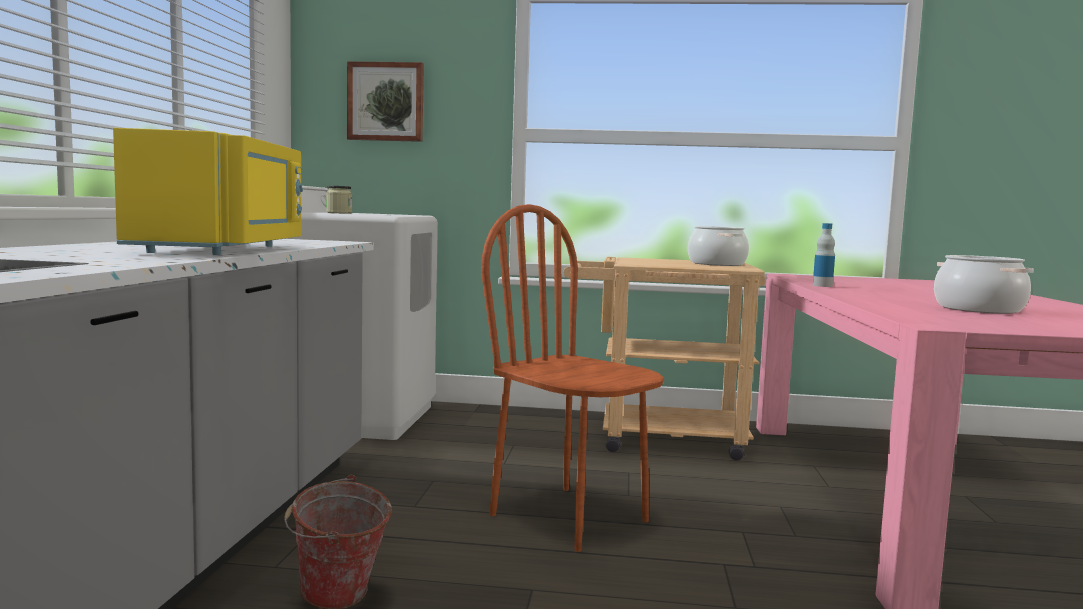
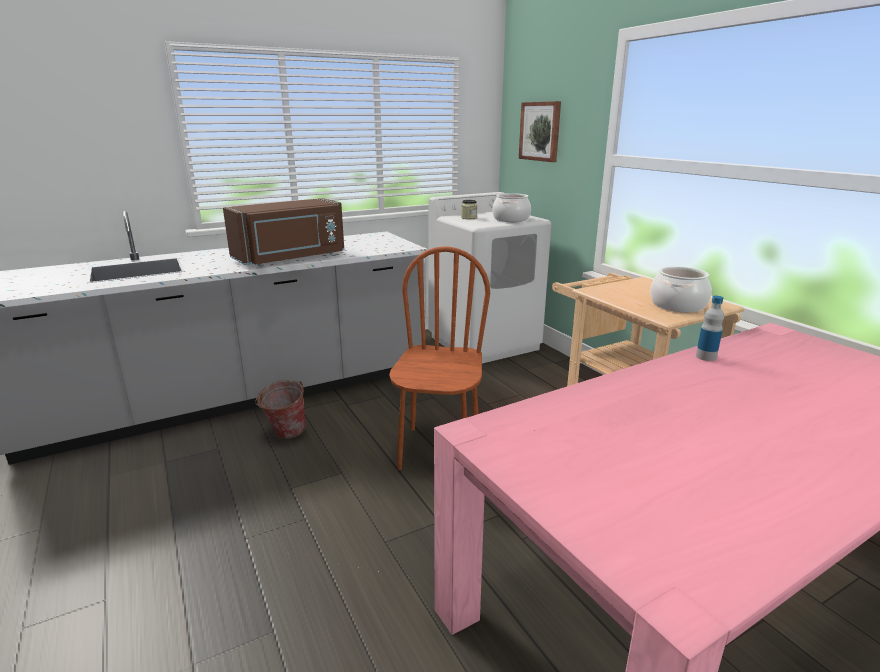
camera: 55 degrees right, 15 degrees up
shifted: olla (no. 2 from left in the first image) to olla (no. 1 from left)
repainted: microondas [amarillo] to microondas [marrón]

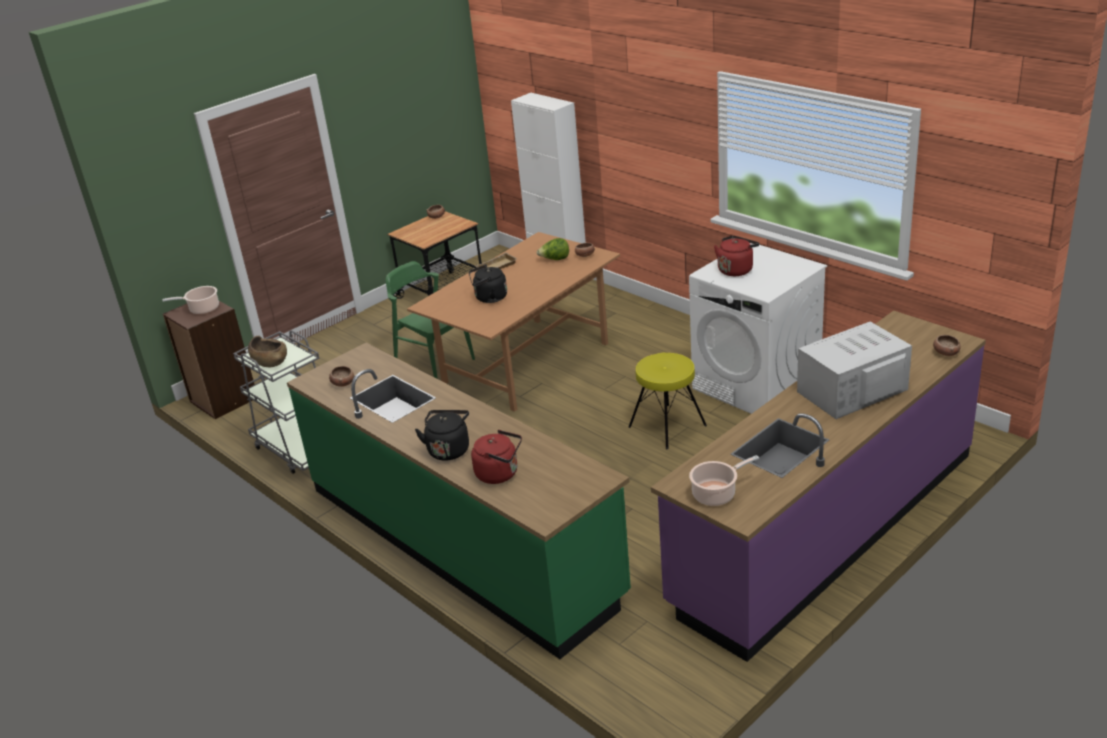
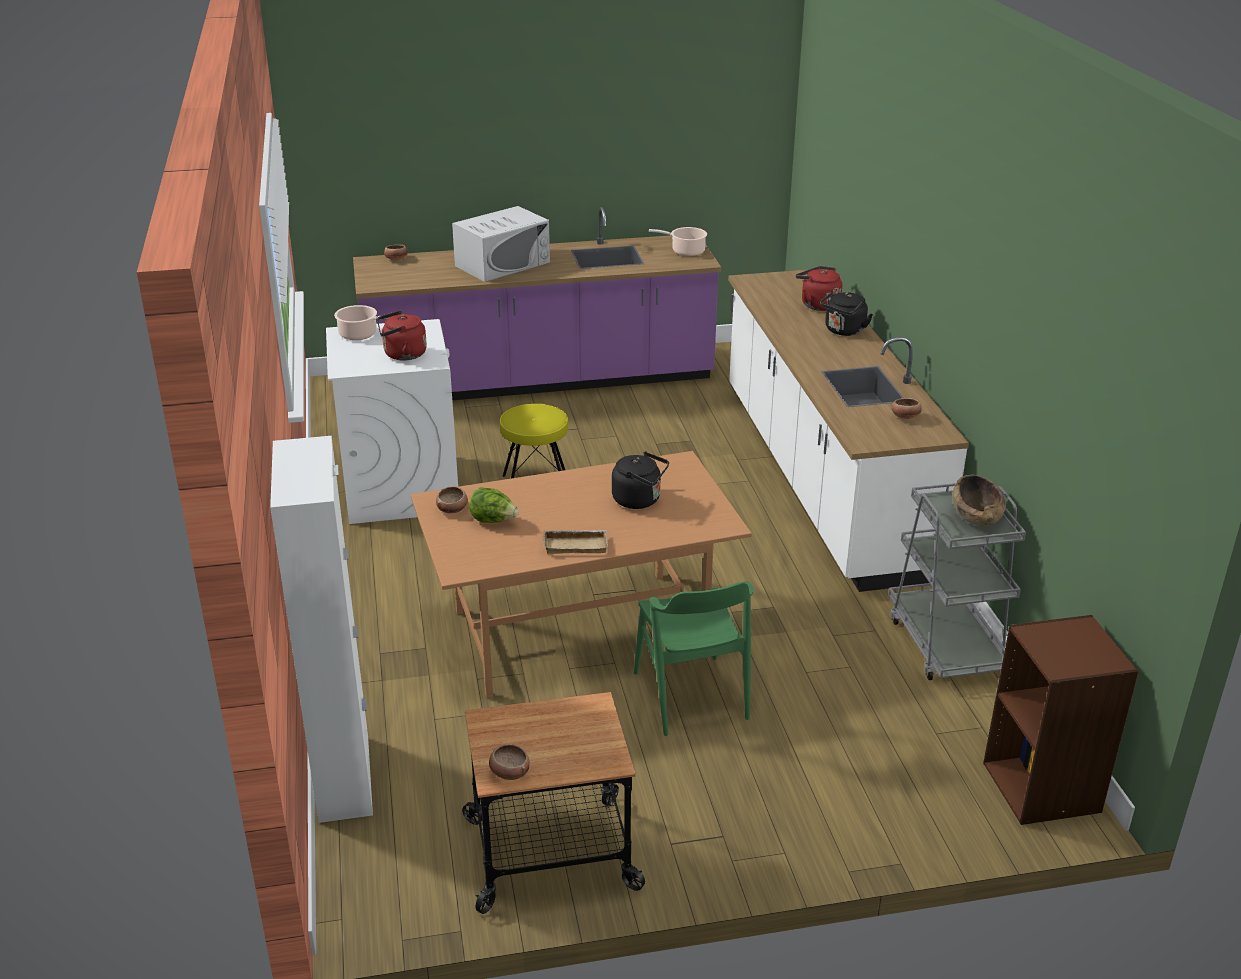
camera: 150 degrees left, 0 degrees up
shifted: olla (no. 1 from left)
repainted: mueble bajo de cocina [verde] to mueble bajo de cocina [blanco]
rotated: microondas [blanco] 45 degrees counterclockwise

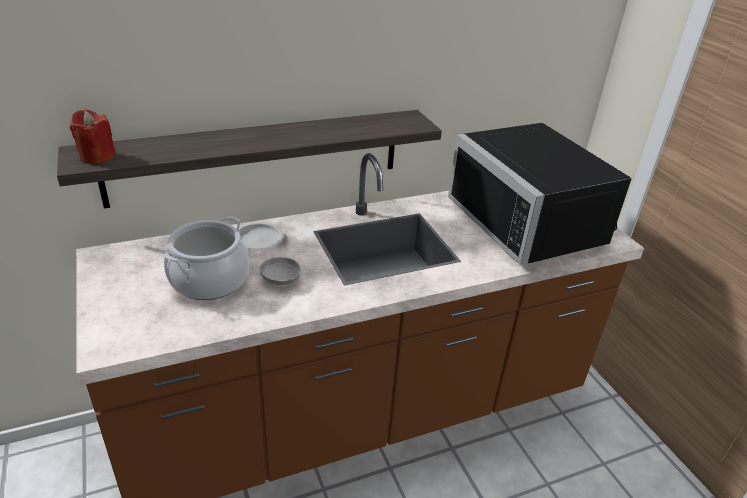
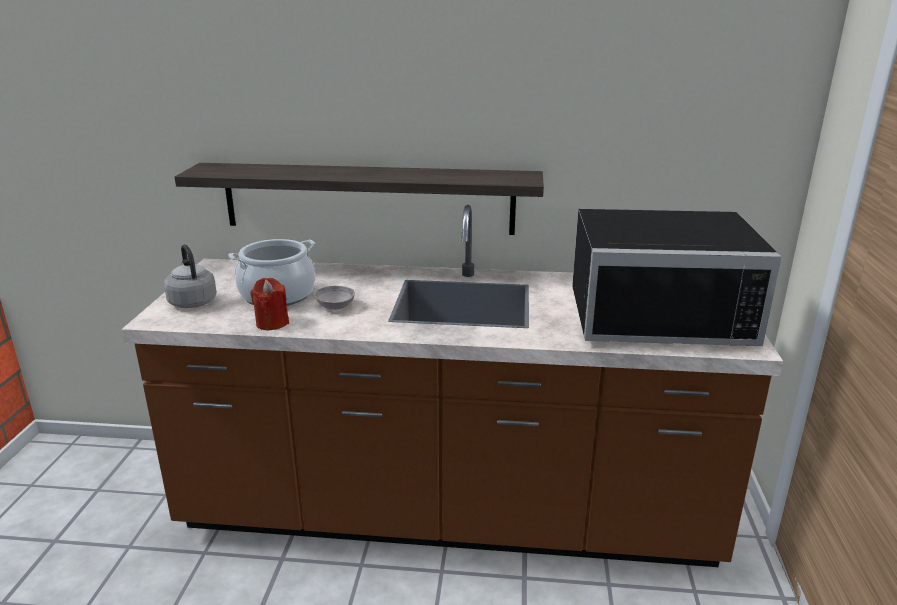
camera: 30 degrees right, 10 degrees down
gone: plato [blanco]
new: hervidor [gris]
shifted: vela [rojo]
rotated: microondas [negro] 90 degrees counterclockwise

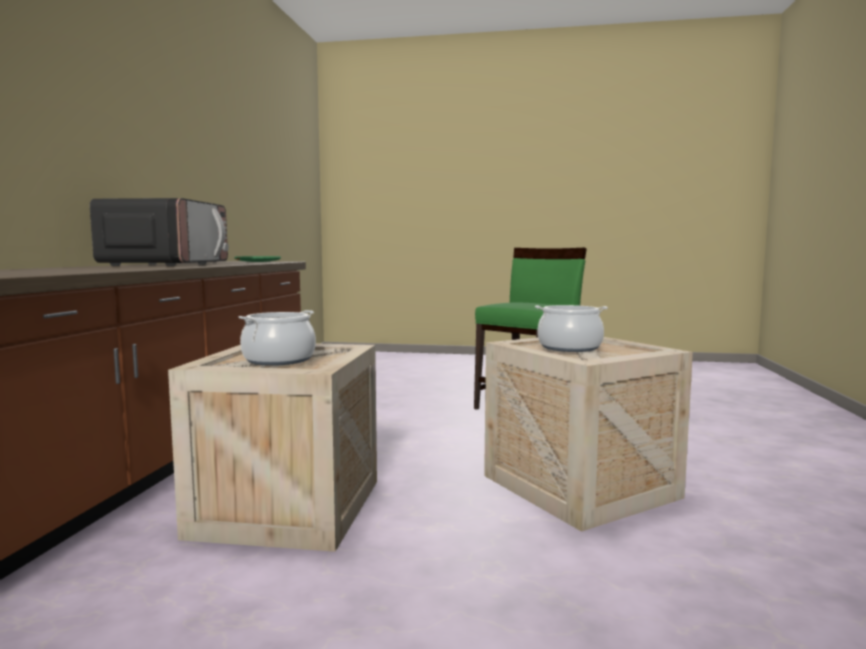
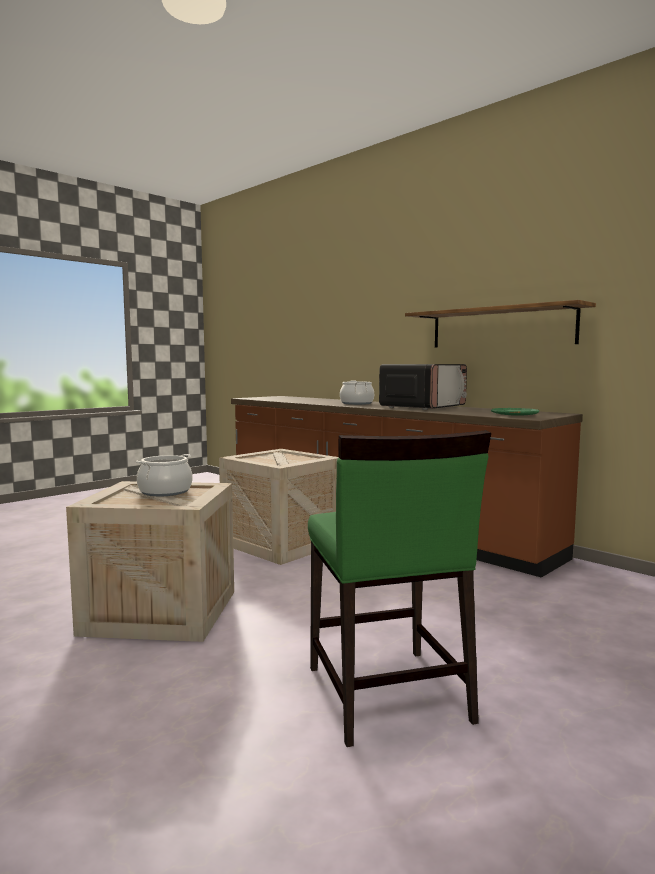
camera: 125 degrees right, 0 degrees up
new: estante
shifted: olla (no. 1 from left in the first image) to olla (no. 2 from left)
rotated: microondas 90 degrees counterclockwise

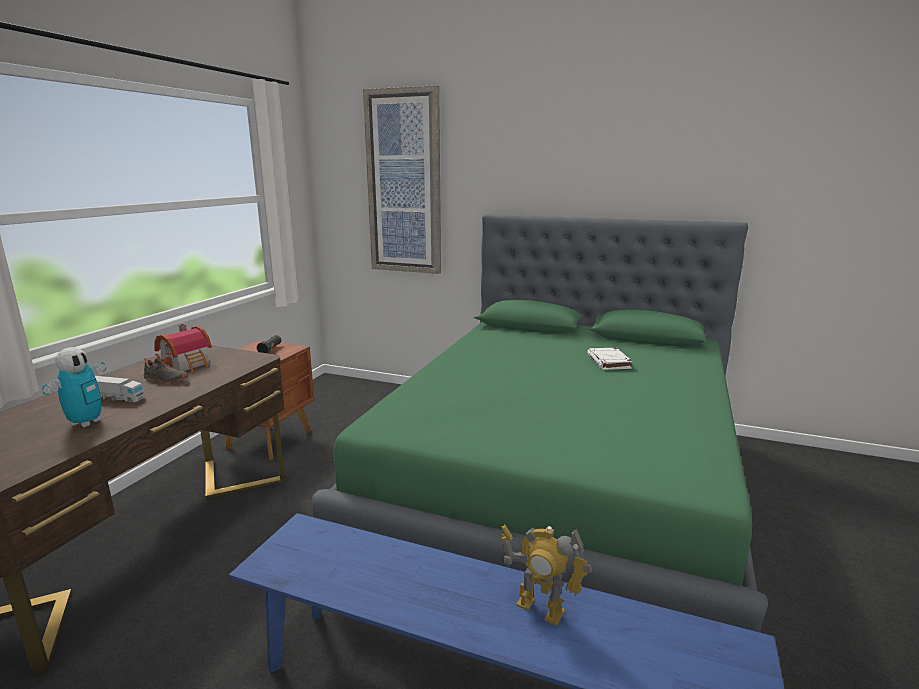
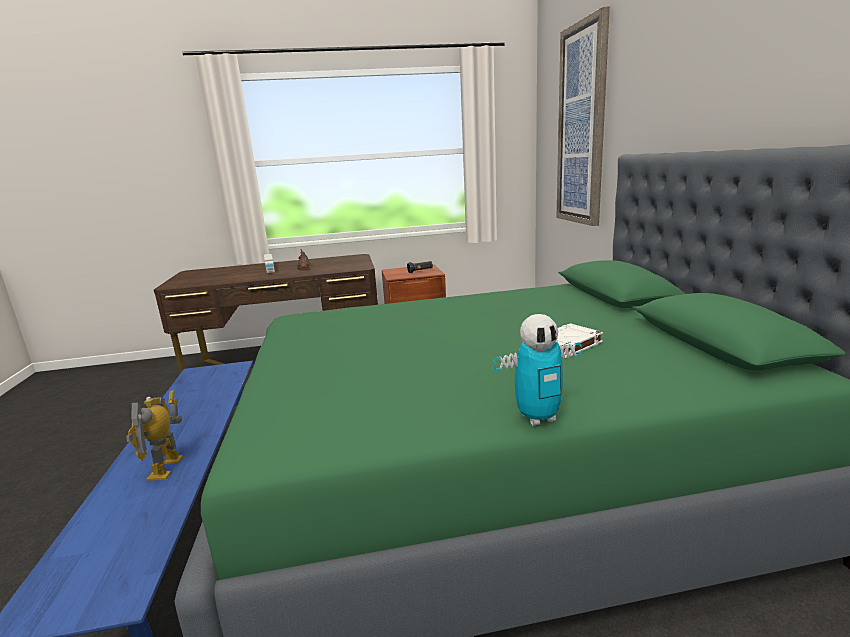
camera: 60 degrees right, 0 degrees up
gone: casita
shifted: robot de juguete (no. 1 from left in the first image) to robot de juguete (no. 2 from left)

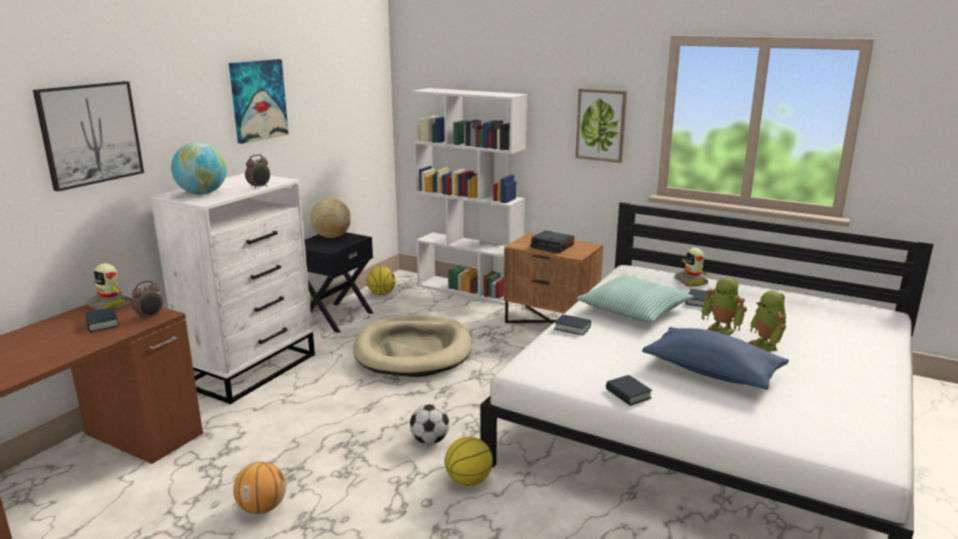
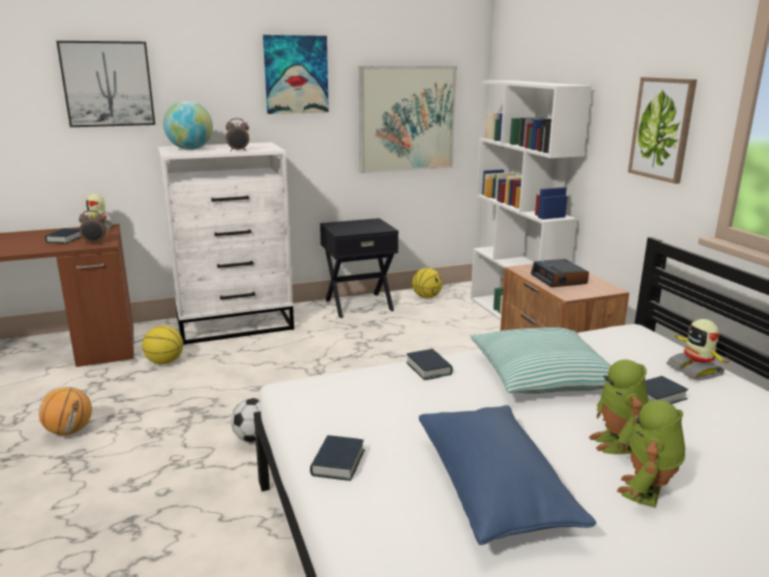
camera: 40 degrees right, 0 degrees up
gone: globo terráqueo (no. 2 from left); cama para perro [beis]
new: cuadro (no. 3 from left)
shifted: balón de baloncesto (no. 3 from left in the first image) to balón de baloncesto (no. 2 from left)
rotated: robot de juguete (no. 2 from left in the first image) 45 degrees counterclockwise

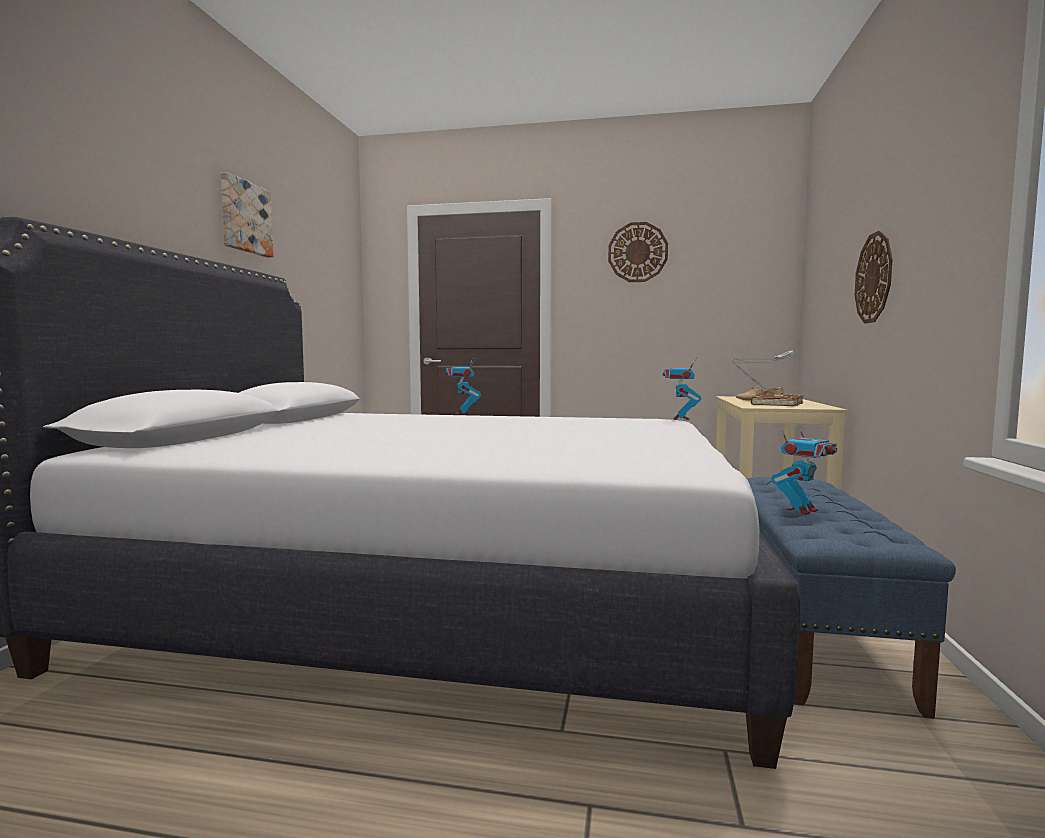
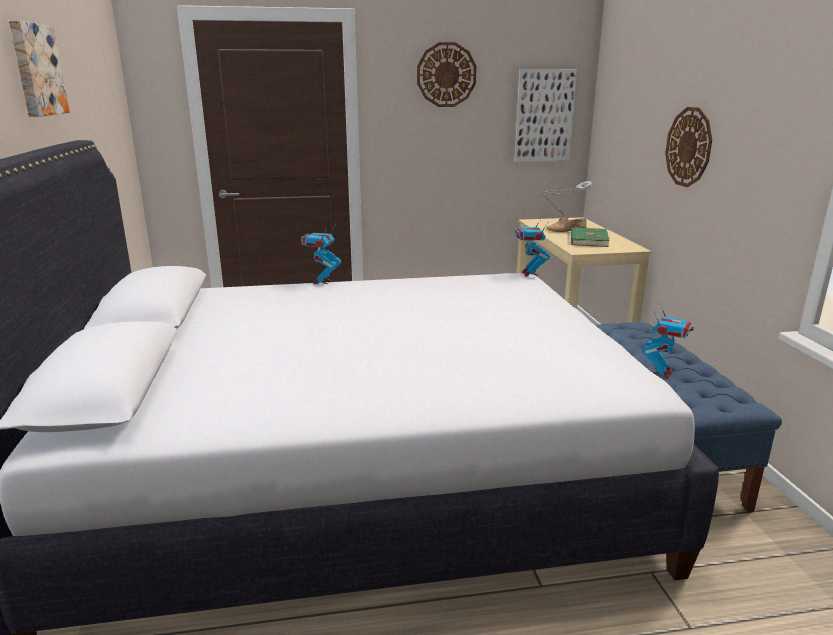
camera: 20 degrees left, 15 degrees up
new: cuadro (no. 2 from left)
repainted: libro [marrón] to libro [verde]
rotated: robot de juguete (no. 1 from left) 45 degrees clockwise

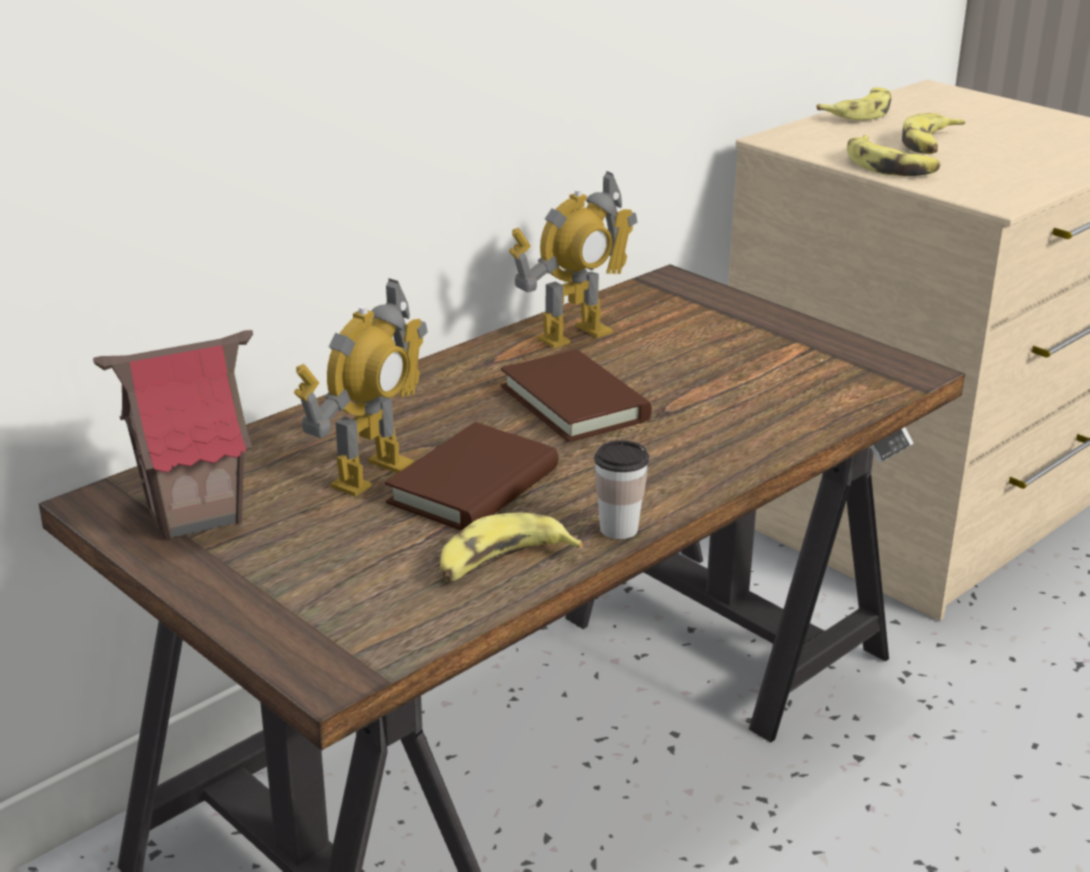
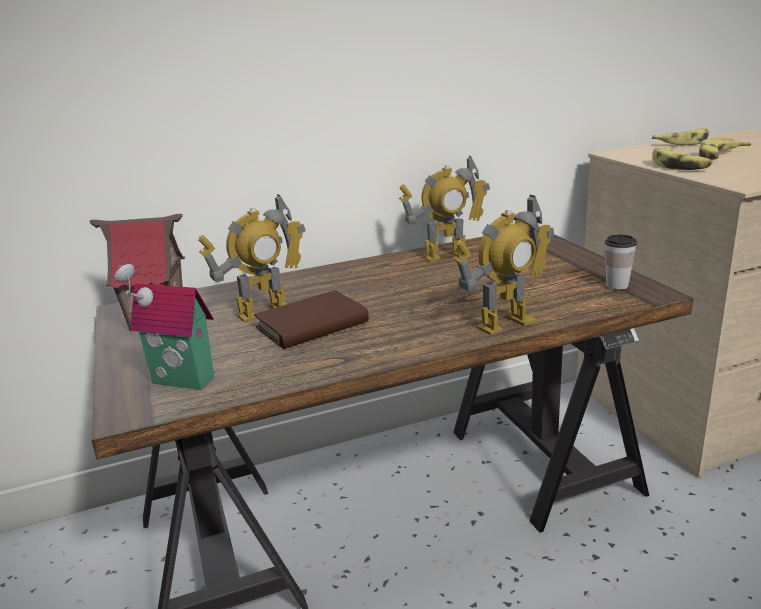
camera: 25 degrees right, 5 degrees down
gone: plátano (no. 1 from left); libro [marrón] (no. 2 from left)
new: casita (no. 2 from left); robot de juguete (no. 3 from left)
shifted: taza

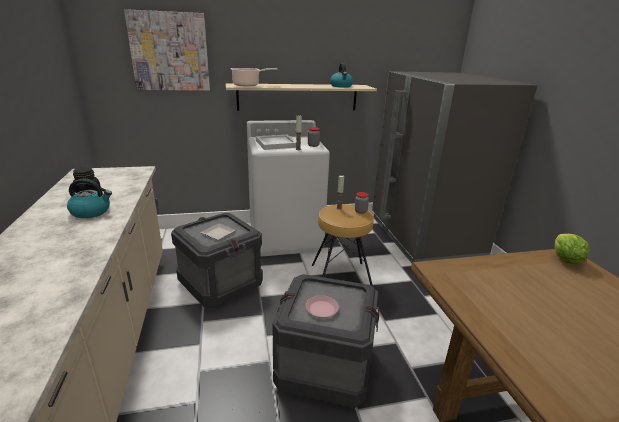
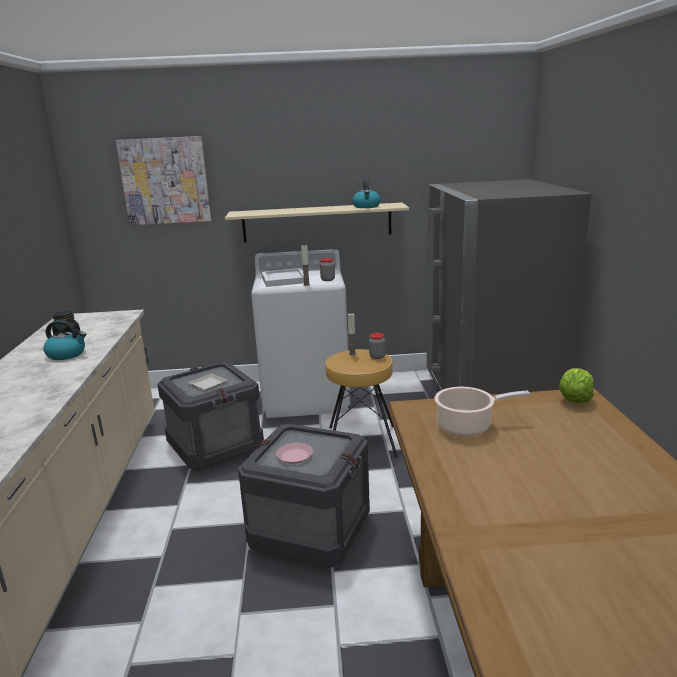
camera: 10 degrees right, 5 degrees down
shifted: olla

